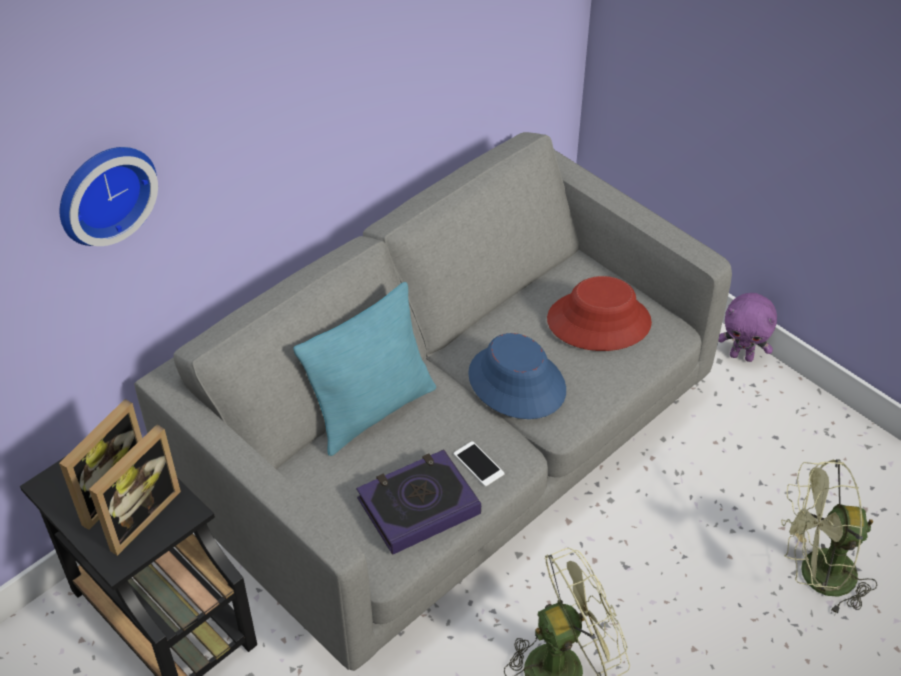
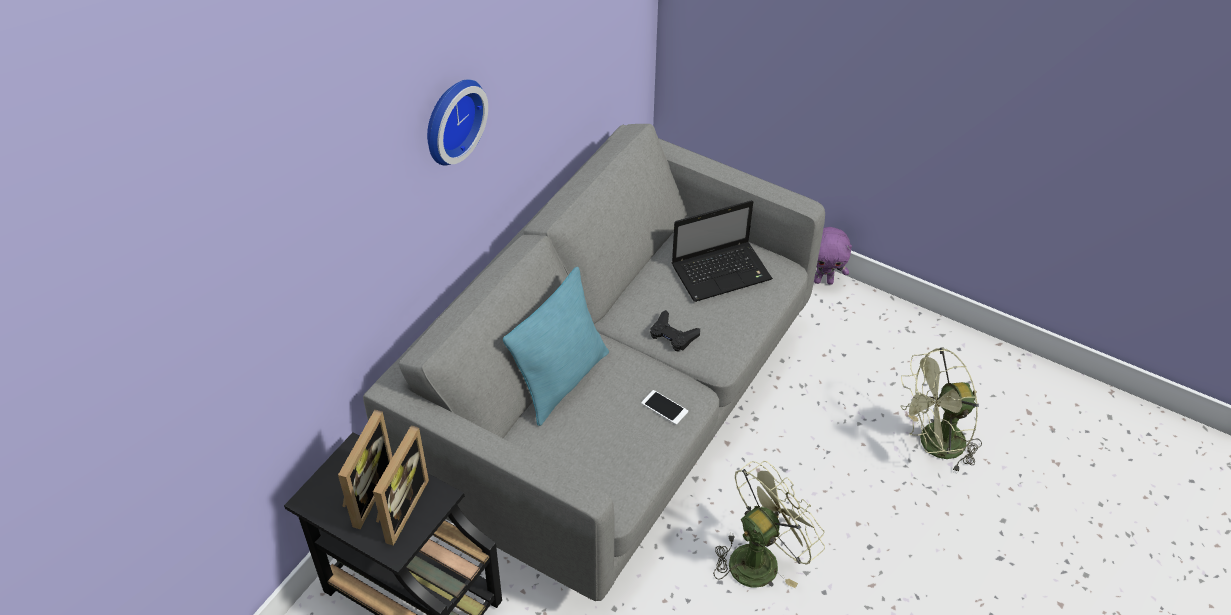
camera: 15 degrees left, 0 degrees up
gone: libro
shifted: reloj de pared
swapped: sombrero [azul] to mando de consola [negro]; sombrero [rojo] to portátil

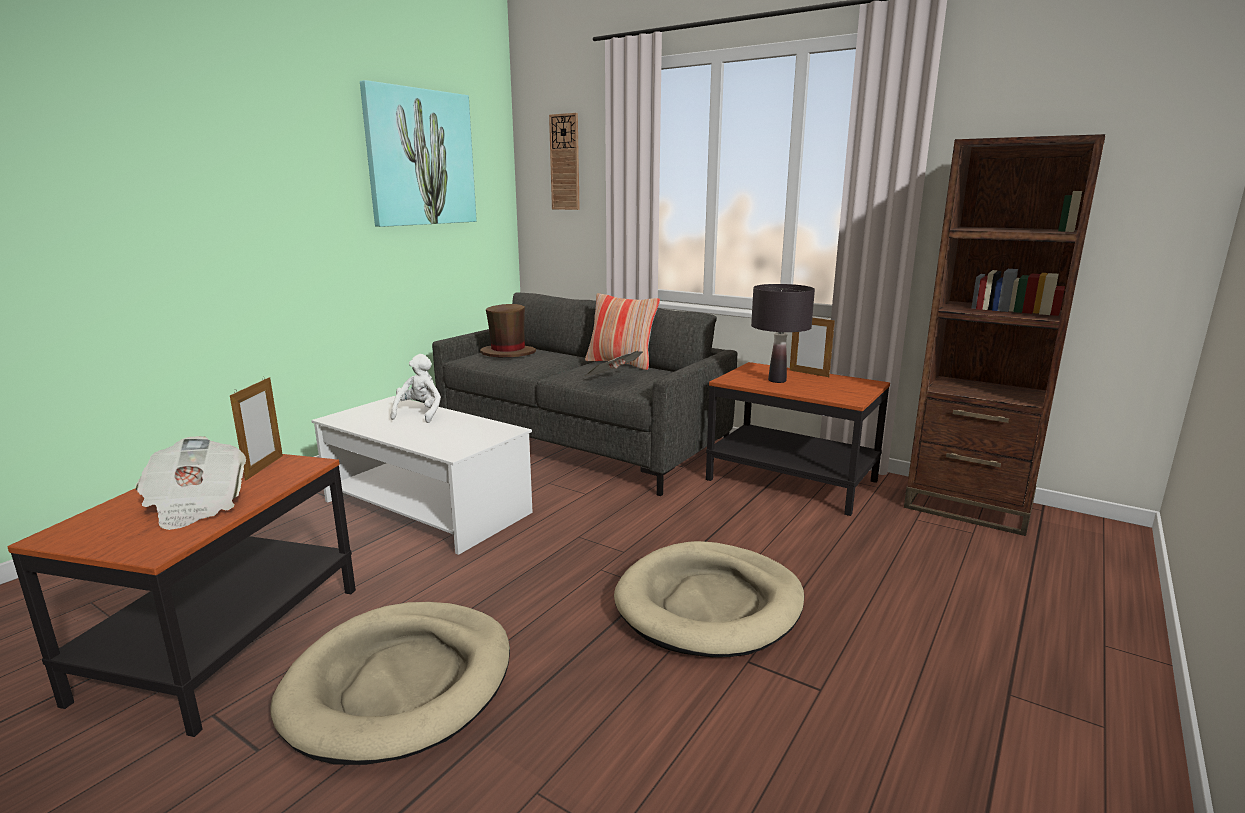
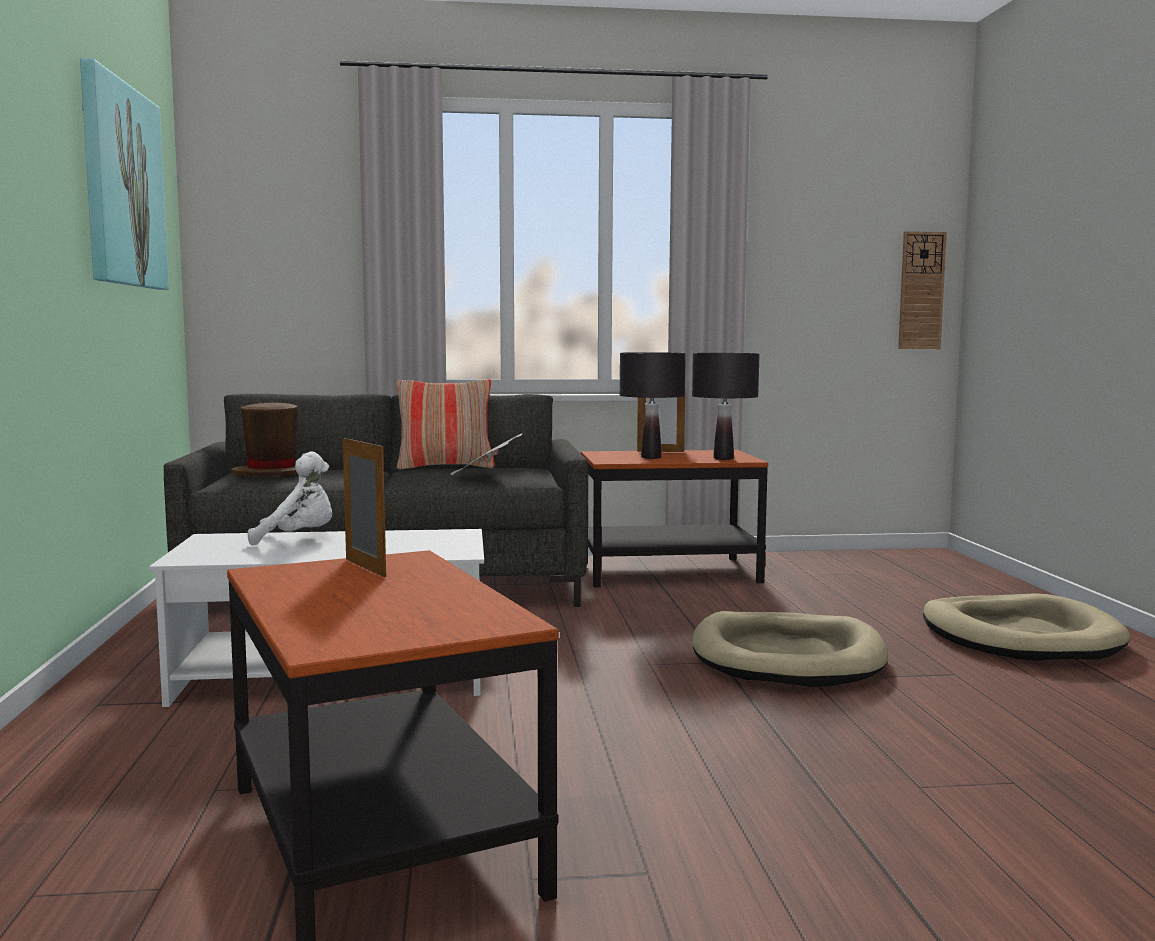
camera: 40 degrees left, 10 degrees down
gone: periódico (no. 1 from left); estantería [marrón]
new: lámpara de mesa [negro] (no. 2 from left)
shifted: cama para perro [beis] (no. 1 from left in the first image) to cama para perro [beis] (no. 2 from left); reloj de pared
rotated: peluche [blanco] 120 degrees clockwise

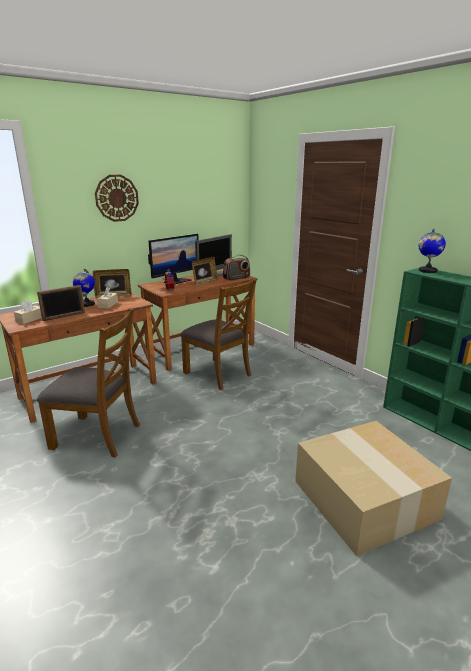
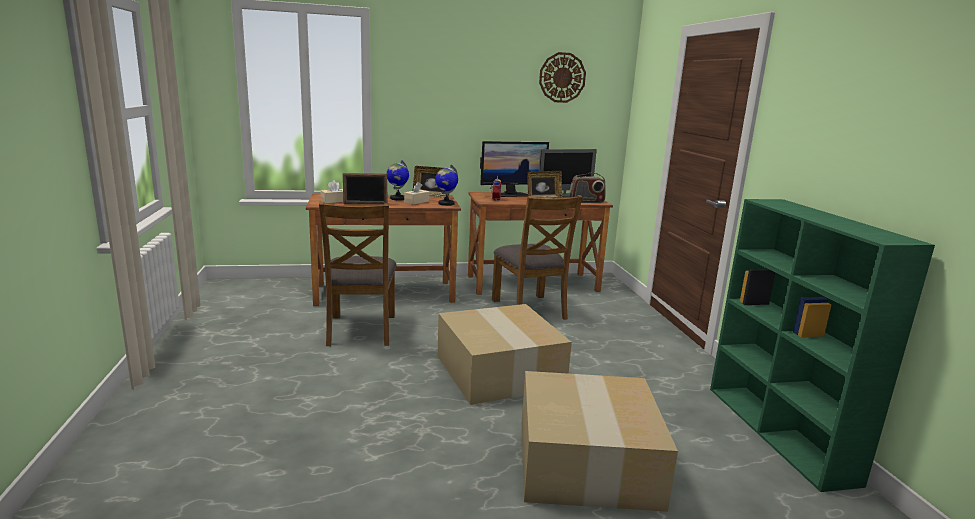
camera: 25 degrees right, 5 degrees down
new: caja de cartón (no. 1 from left)
shifted: reloj de pared; globo terráqueo (no. 2 from left)
rotated: silla [marrón] (no. 1 from left) 45 degrees clockwise

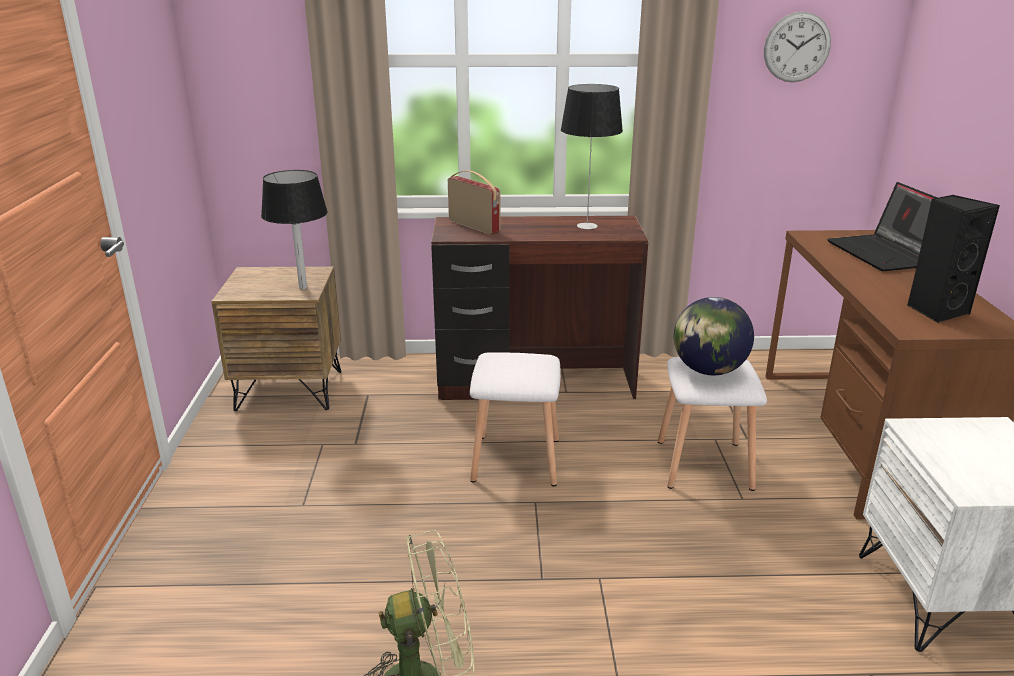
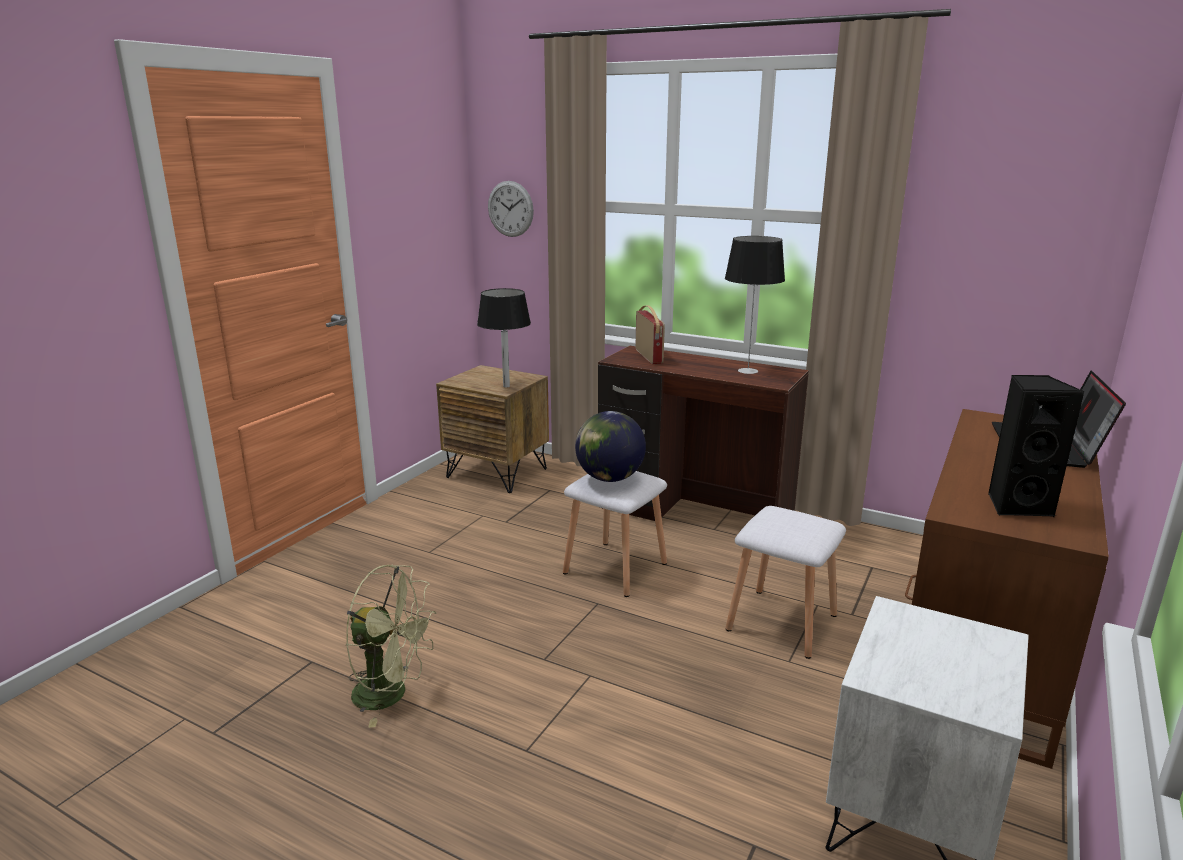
camera: 30 degrees right, 5 degrees down
shifted: globo terráqueo; reloj de pared

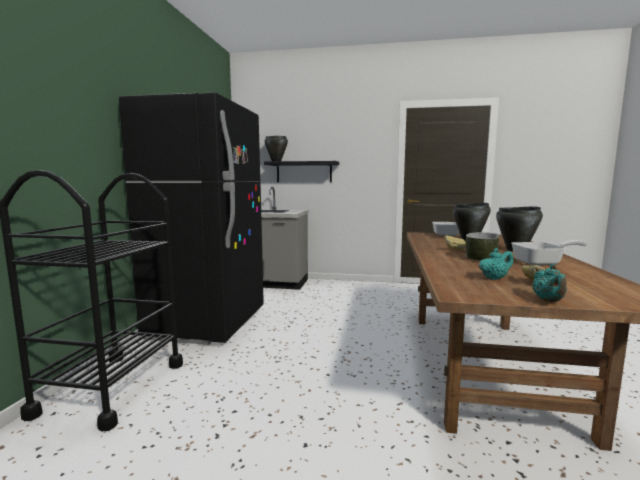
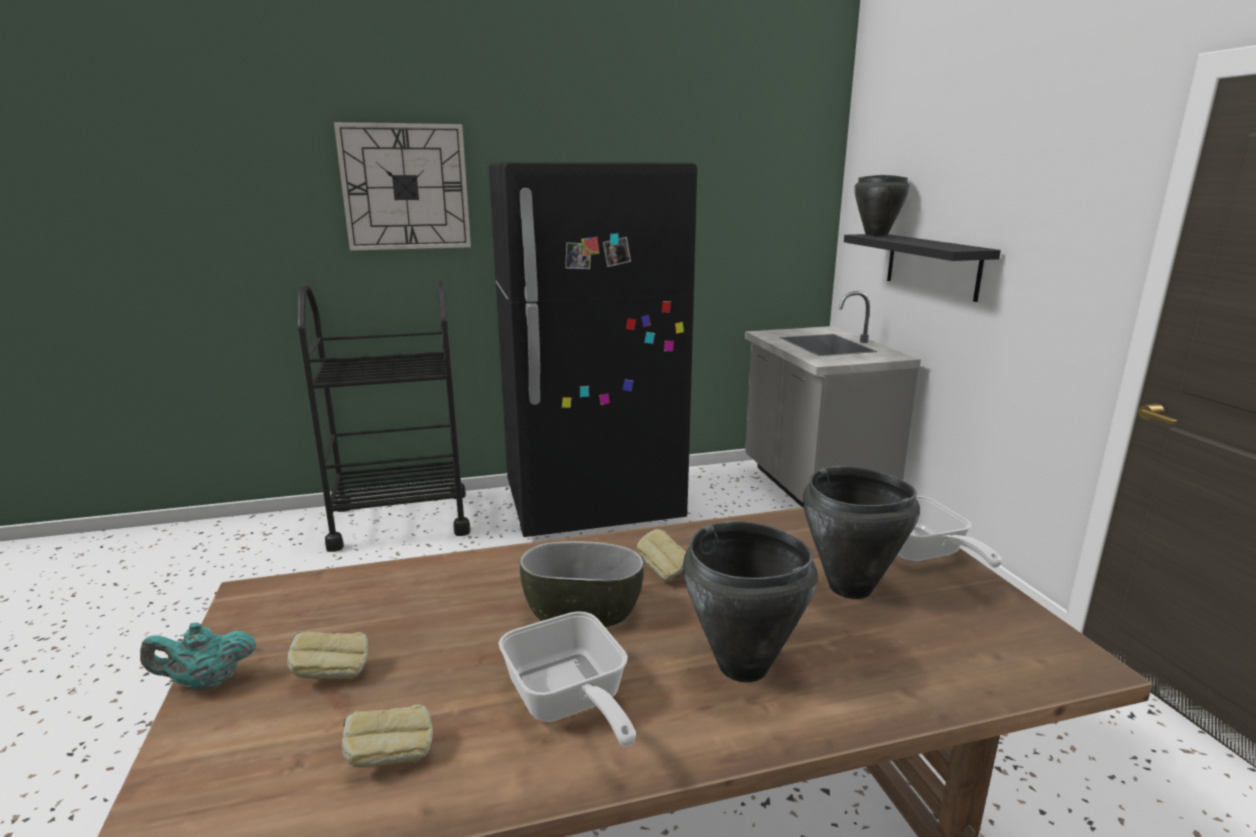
camera: 65 degrees right, 10 degrees up
gone: tetera [turquesa] (no. 1 from left)
new: reloj de pared; pan (no. 2 from left)

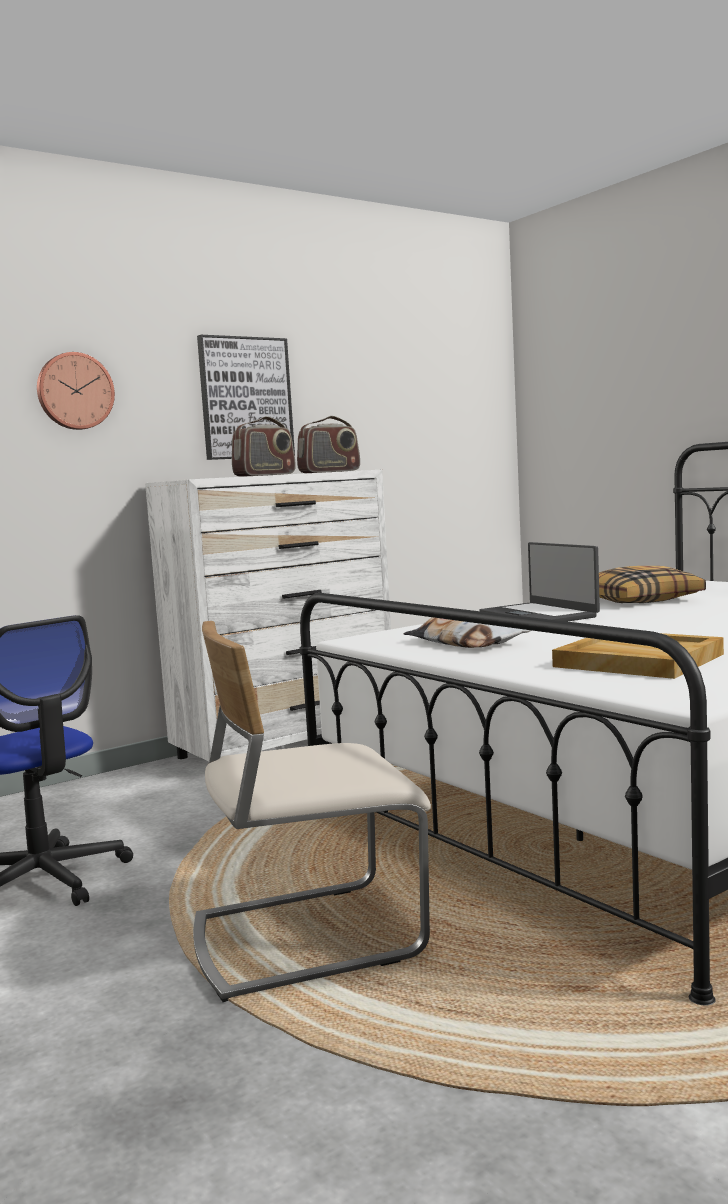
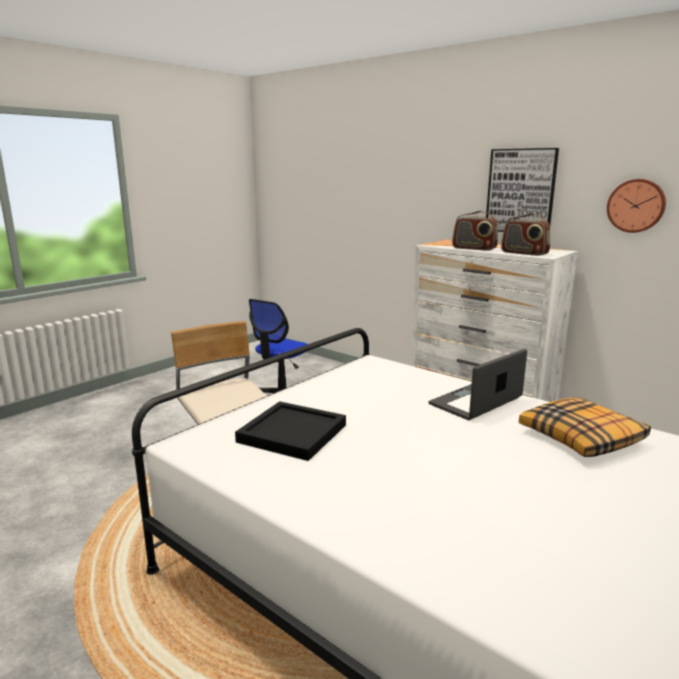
camera: 75 degrees right, 10 degrees up
gone: cojín (no. 1 from left)
shifted: reloj de pared
repainted: bandeja [beis] to bandeja [negro]

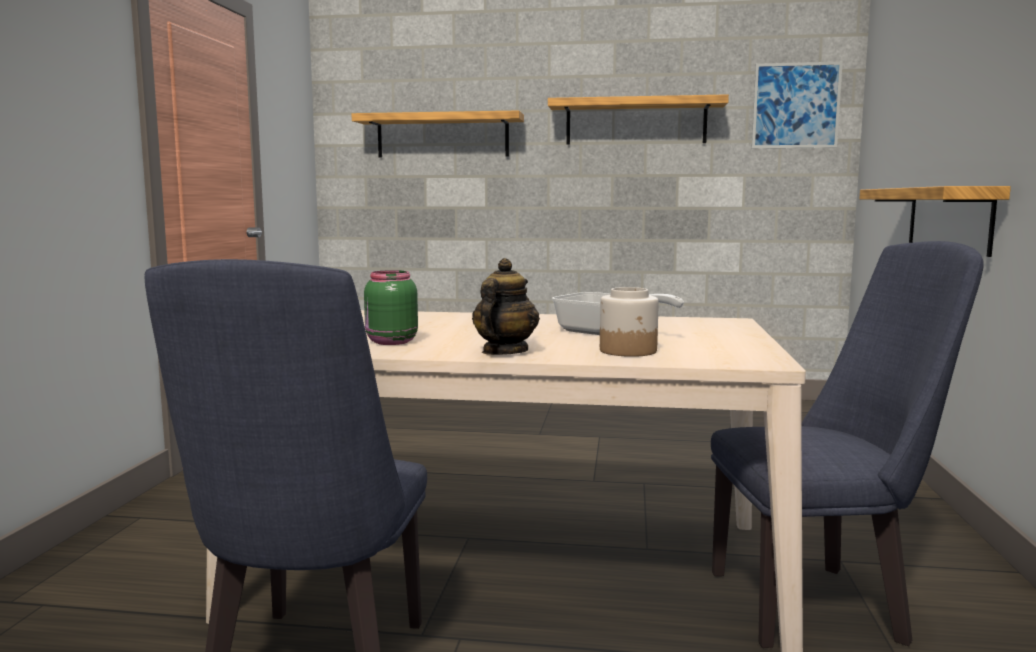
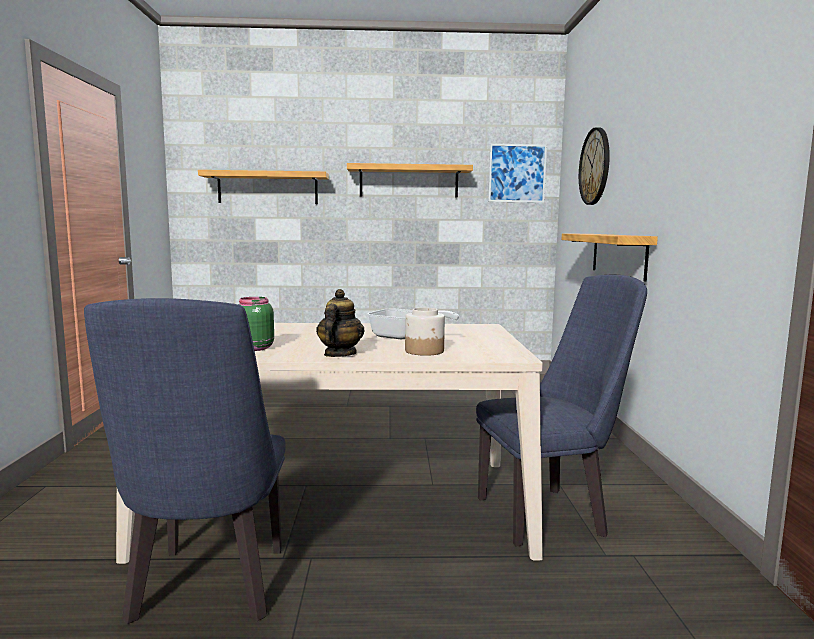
camera: 10 degrees left, 0 degrees up
new: reloj de pared

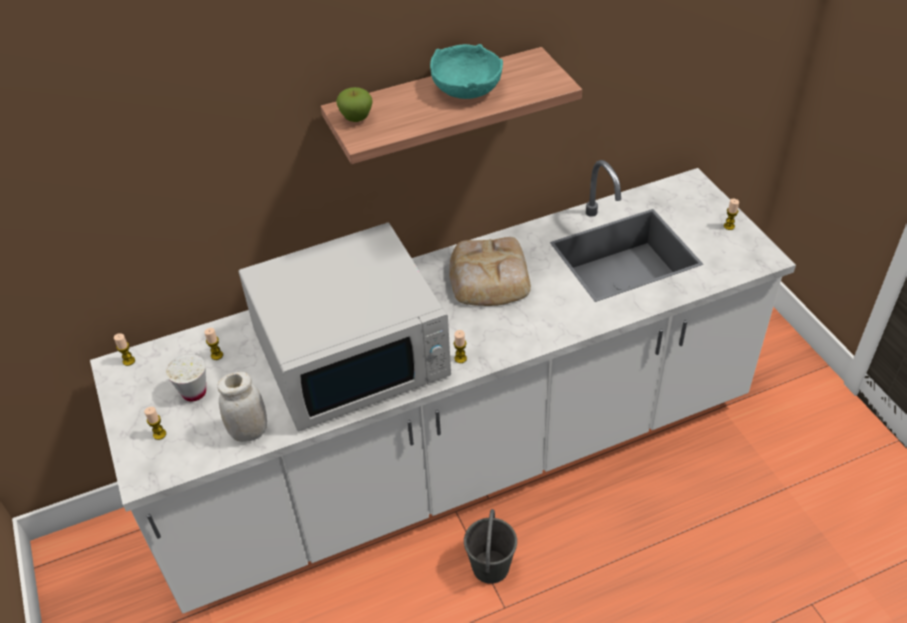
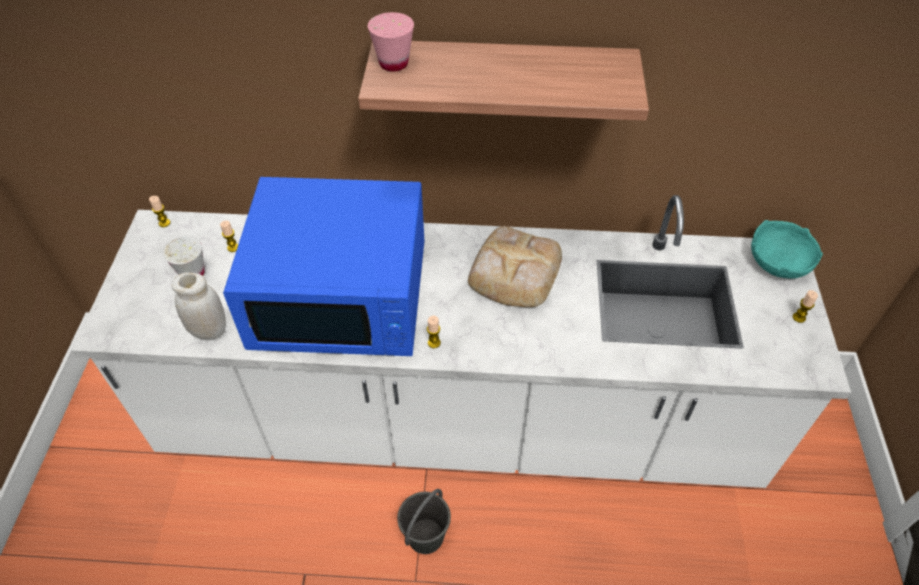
camera: 25 degrees right, 5 degrees up
gone: vela (no. 2 from left)
shifted: cuenco [turquesa]
swapped: manzana to taza [rosa]
repainted: microondas [blanco] to microondas [azul]

